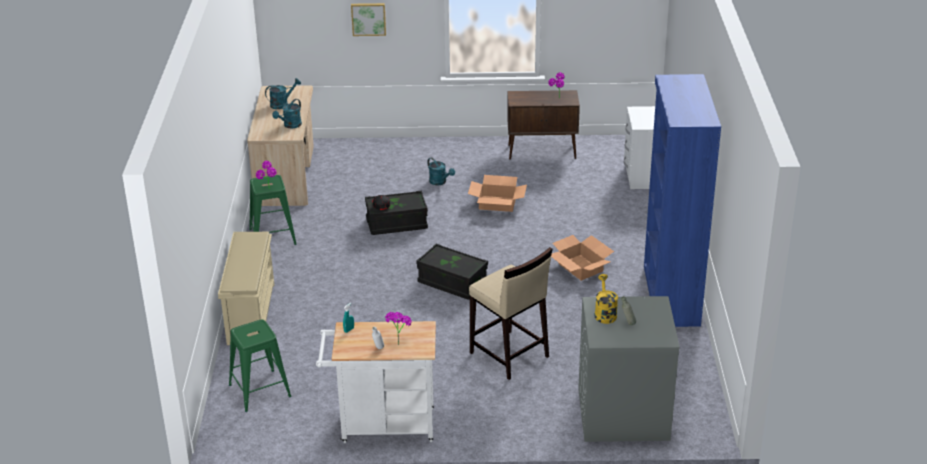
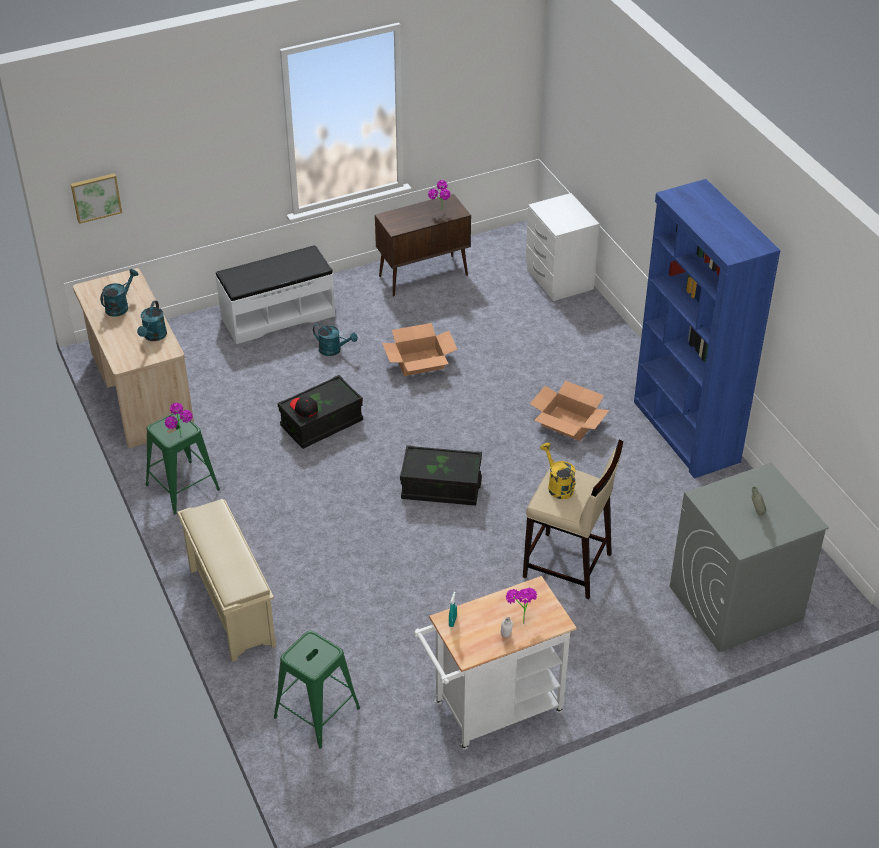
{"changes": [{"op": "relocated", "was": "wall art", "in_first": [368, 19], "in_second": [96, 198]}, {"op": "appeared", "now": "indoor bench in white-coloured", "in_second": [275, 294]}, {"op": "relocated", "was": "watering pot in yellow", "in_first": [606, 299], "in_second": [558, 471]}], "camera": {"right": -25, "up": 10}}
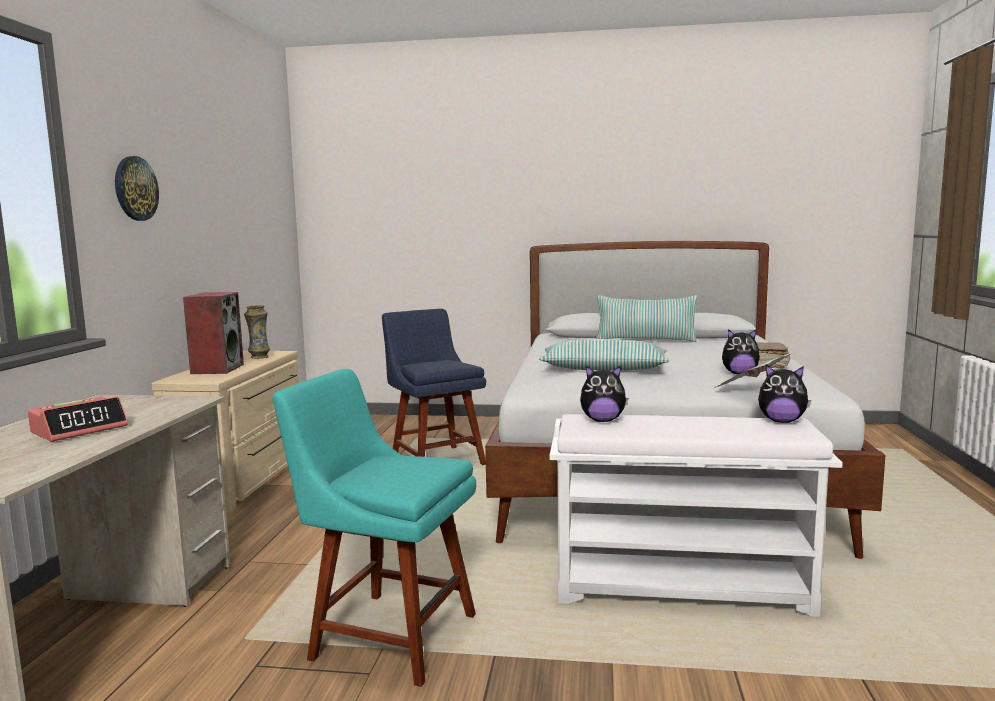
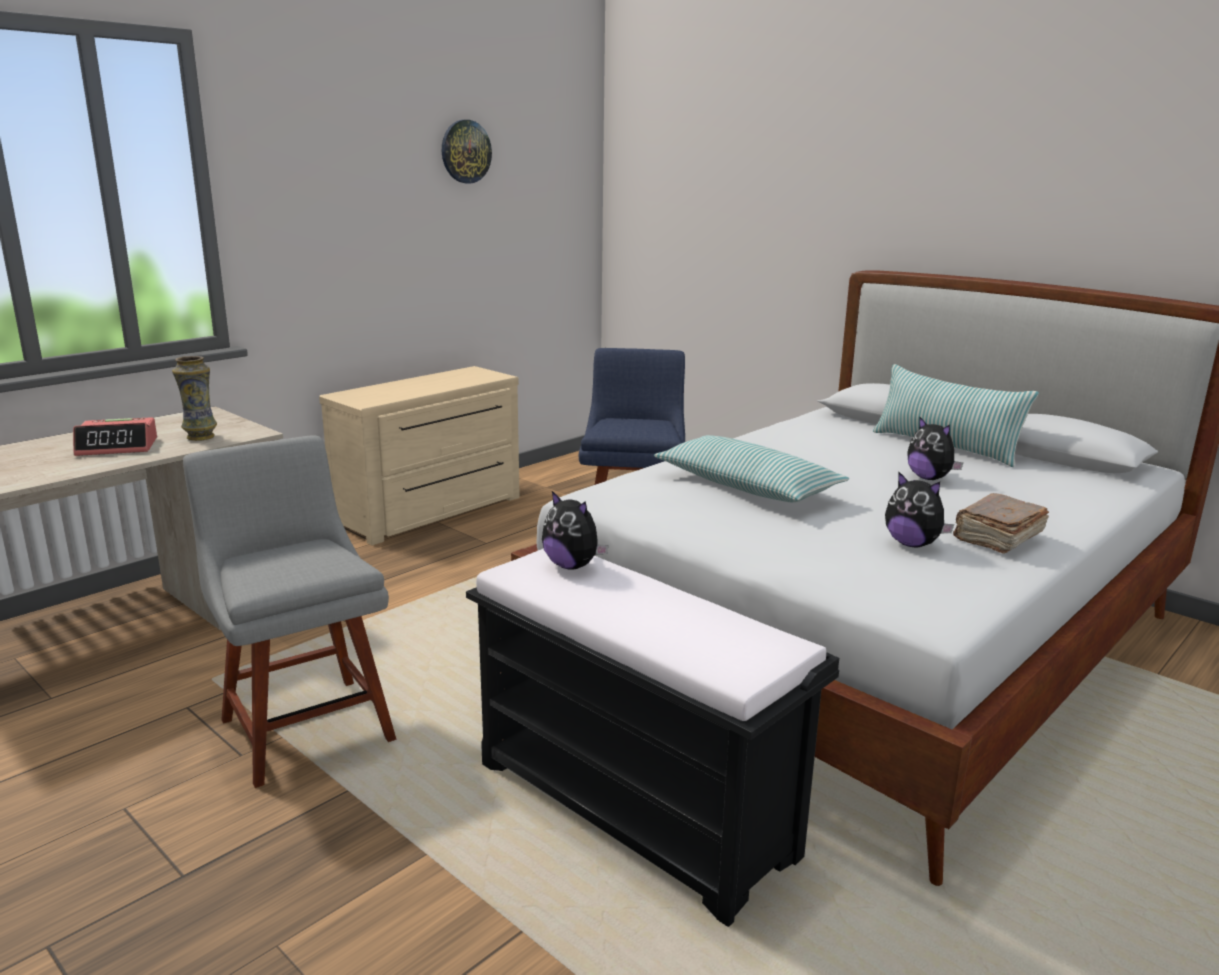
{"changes": [{"op": "relocated", "was": "flower vase", "in_first": [257, 332], "in_second": [194, 398]}, {"op": "colour", "was": "upright chair in turquoise", "now": "upright chair in grey", "in_first": [374, 528], "in_second": [289, 611]}, {"op": "relocated", "was": "wall clock", "in_first": [137, 188], "in_second": [467, 151]}, {"op": "colour", "was": "indoor bench in white-coloured", "now": "indoor bench in blackish", "in_first": [696, 515], "in_second": [652, 737]}, {"op": "relocated", "was": "cuddly toy", "in_first": [784, 393], "in_second": [935, 448]}, {"op": "missing", "was": "audio speaker", "in_first": [213, 333]}, {"op": "missing", "was": "newspaper", "in_first": [753, 369]}], "camera": {"right": 35, "up": 10}}
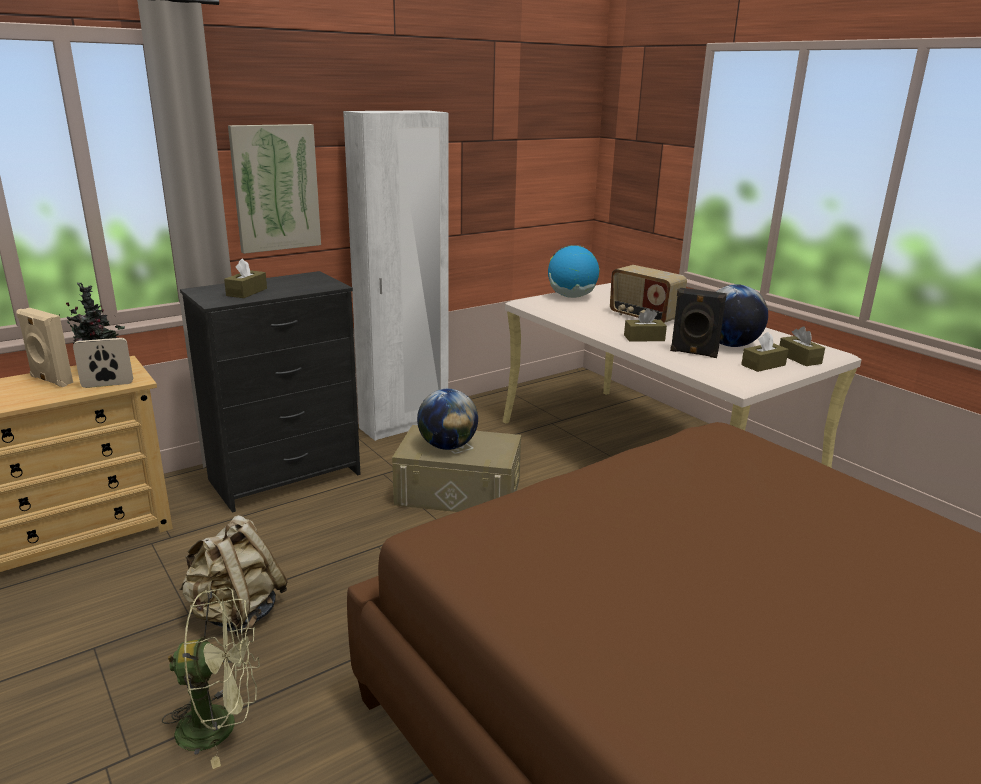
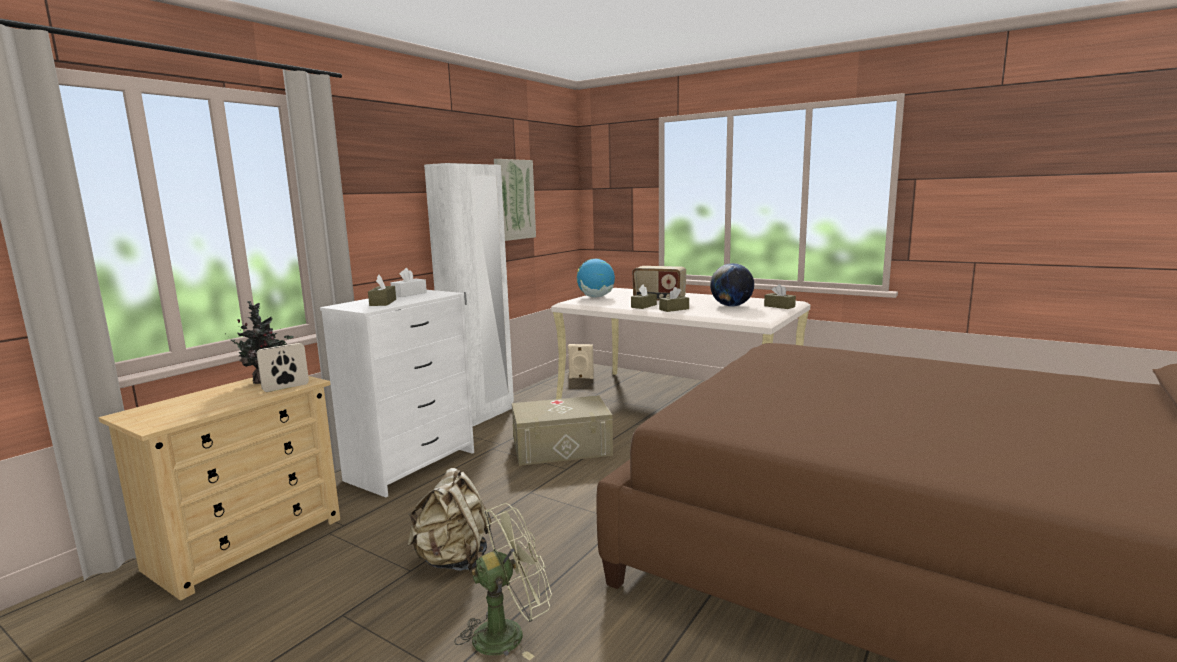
{"changes": [{"op": "colour", "was": "dresser in blackish", "now": "dresser in white-coloured", "in_first": [270, 391], "in_second": [397, 393]}, {"op": "appeared", "now": "box of tissues in white-coloured", "in_second": [409, 282]}, {"op": "relocated", "was": "wall art", "in_first": [274, 189], "in_second": [515, 200]}, {"op": "relocated", "was": "audio speaker in beige", "in_first": [44, 347], "in_second": [581, 361]}, {"op": "relocated", "was": "box of tissues in brown-coloured", "in_first": [765, 352], "in_second": [644, 297]}, {"op": "missing", "was": "globe", "in_first": [447, 419]}, {"op": "missing", "was": "audio speaker in blackish", "in_first": [698, 323]}], "camera": {"right": -20, "up": -10}}
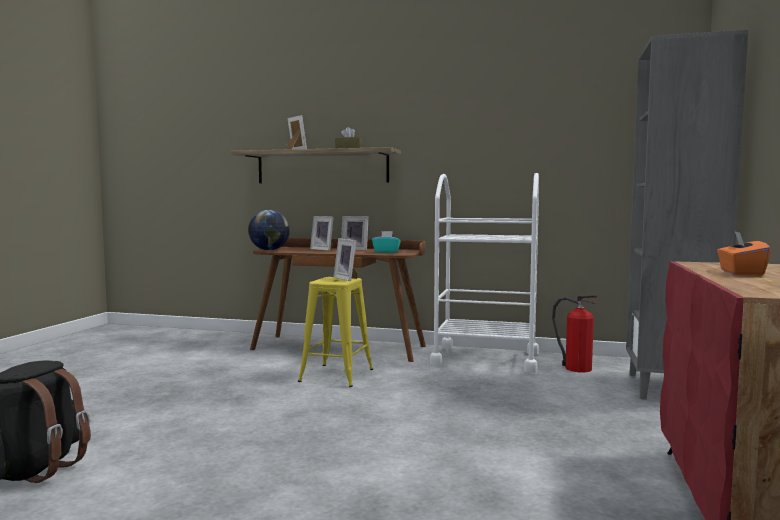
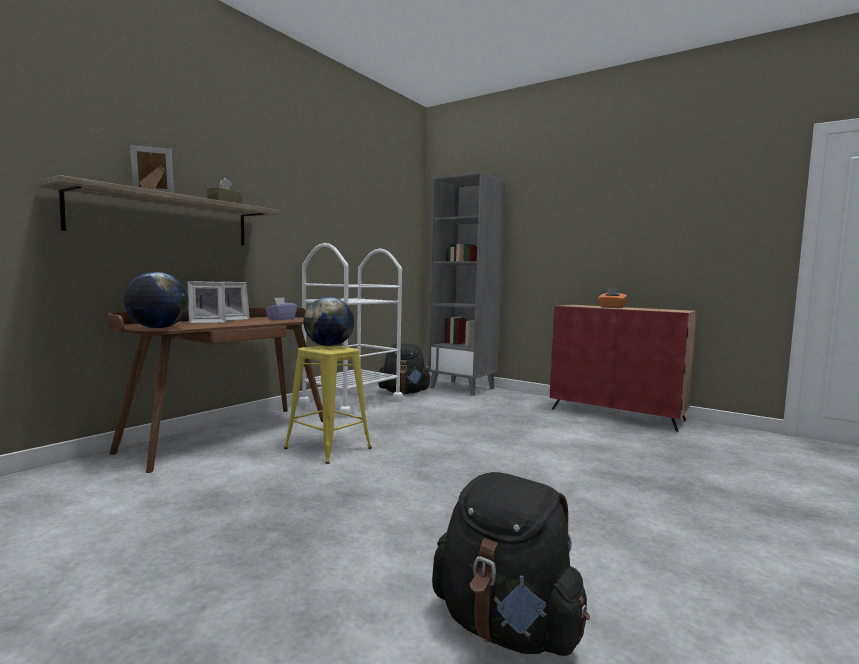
{"changes": [{"op": "colour", "was": "box of tissues in turquoise", "now": "box of tissues in purplish", "in_first": [386, 242], "in_second": [281, 308]}, {"op": "exchanged", "was": "picture frame", "now": "globe", "in_first": [346, 259], "in_second": [329, 322]}, {"op": "exchanged", "was": "fire-fighting cylinder", "now": "knapsack in blackish", "in_first": [574, 334], "in_second": [405, 369]}], "camera": {"right": -70, "up": 0}}
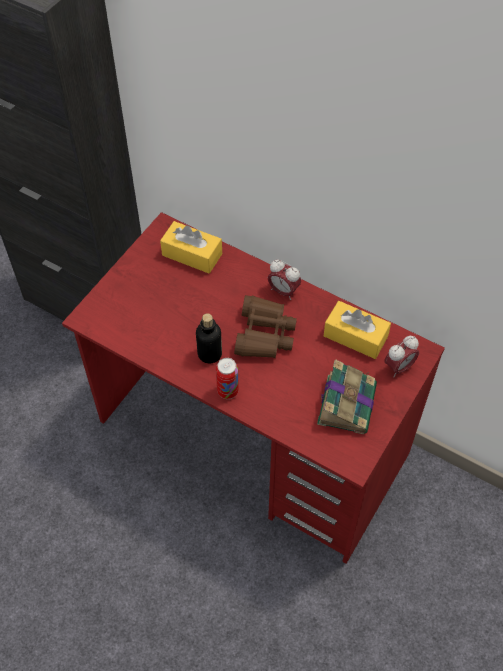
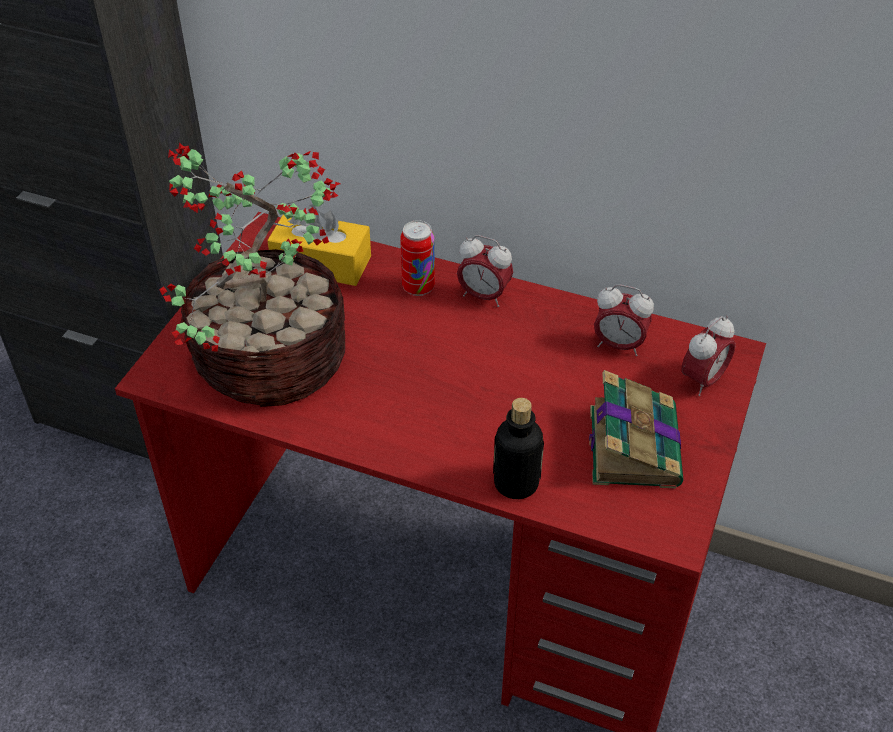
{"changes": [{"op": "appeared", "now": "plant in a pot", "in_second": [252, 275]}, {"op": "relocated", "was": "can", "in_first": [227, 378], "in_second": [417, 258]}, {"op": "relocated", "was": "beverage bottle", "in_first": [209, 338], "in_second": [518, 448]}, {"op": "exchanged", "was": "box of tissues in yellow", "now": "alarm clock", "in_first": [357, 330], "in_second": [624, 320]}, {"op": "missing", "was": "binoculars in brown-coloured", "in_first": [265, 326]}], "camera": {"right": -10, "up": -10}}
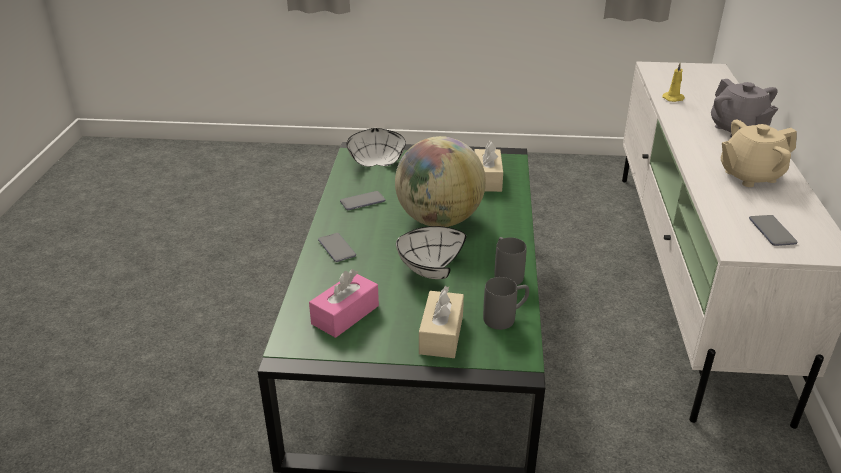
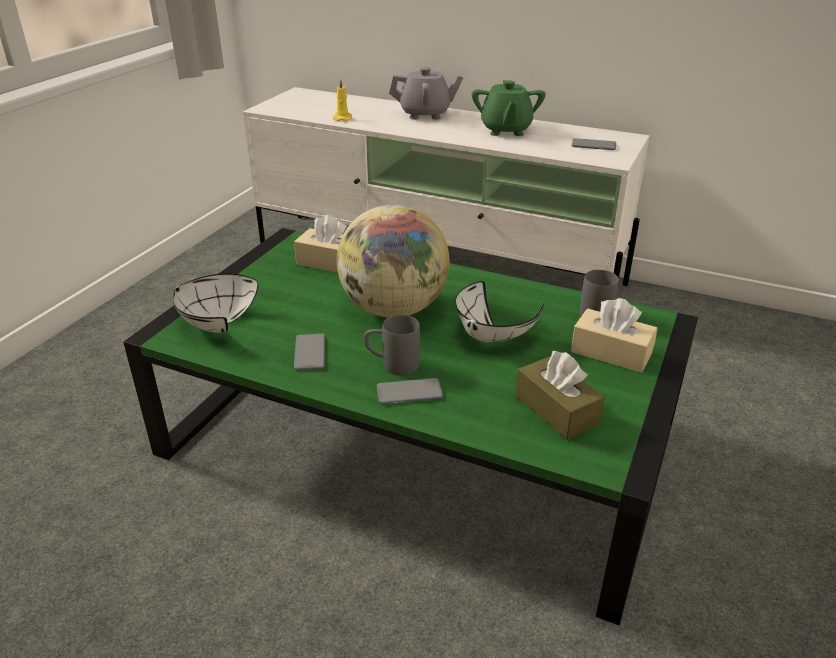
{"changes": [{"op": "relocated", "was": "mug in grey", "in_first": [510, 261], "in_second": [392, 345]}, {"op": "colour", "was": "pot for tea in beige", "now": "pot for tea in green", "in_first": [759, 153], "in_second": [509, 108]}, {"op": "colour", "was": "box of tissues in pinkish", "now": "box of tissues in brown-coloured", "in_first": [344, 303], "in_second": [560, 395]}], "camera": {"right": -70, "up": 0}}
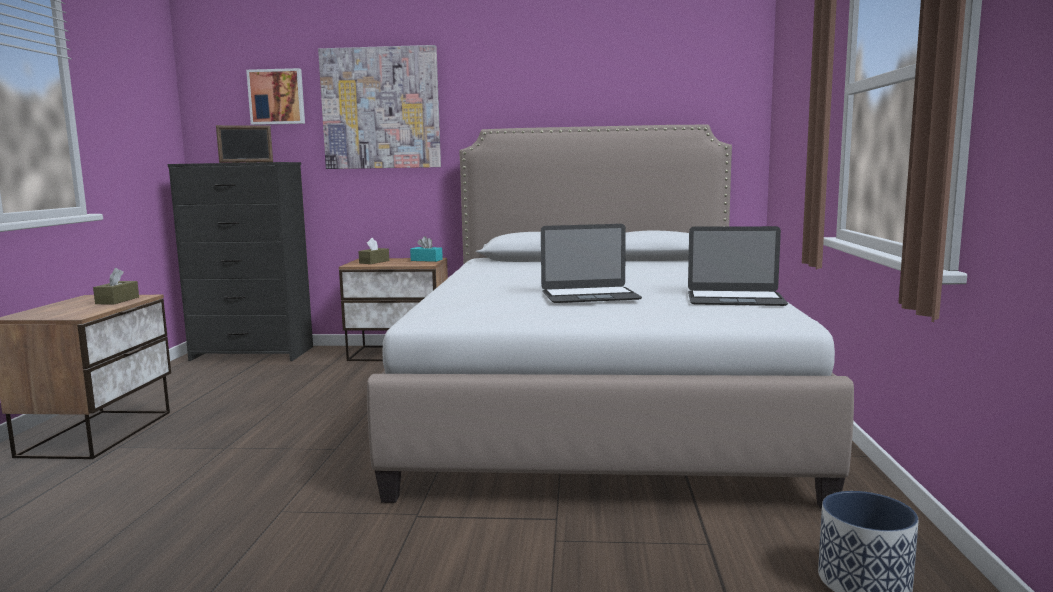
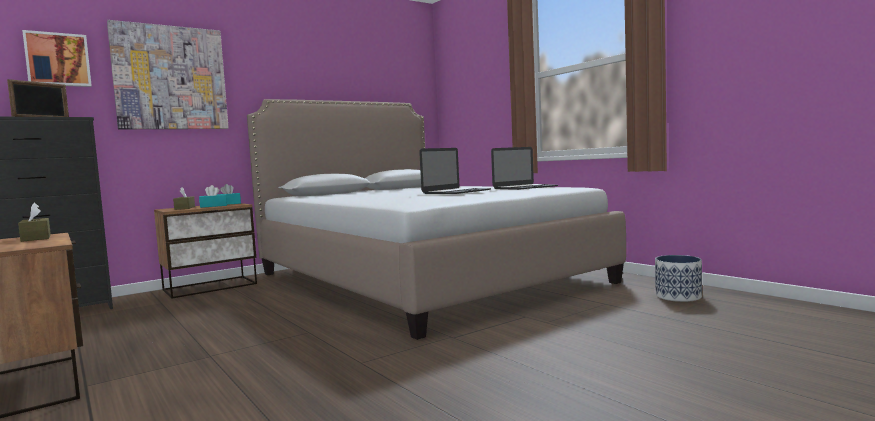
{"changes": [{"op": "appeared", "now": "box of tissues in turquoise", "in_second": [213, 196]}], "camera": {"right": -40, "up": -5}}
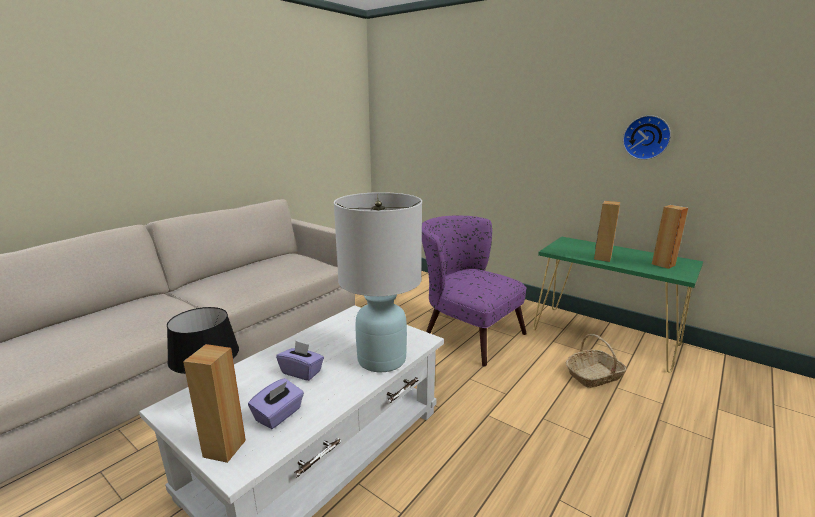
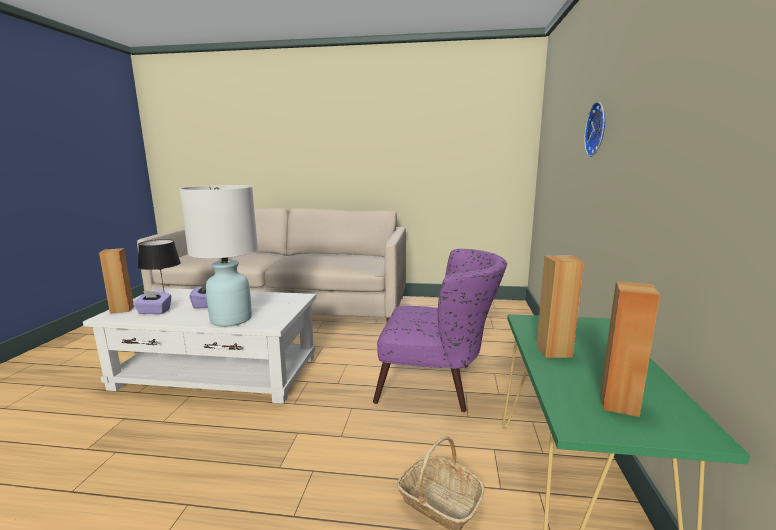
{"changes": [{"op": "spun", "was": "lounge chair in purplish", "in_first": [474, 291], "in_second": [440, 330], "clockwise": 90}, {"op": "relocated", "was": "wall clock", "in_first": [647, 137], "in_second": [594, 129]}], "camera": {"right": 60, "up": -5}}
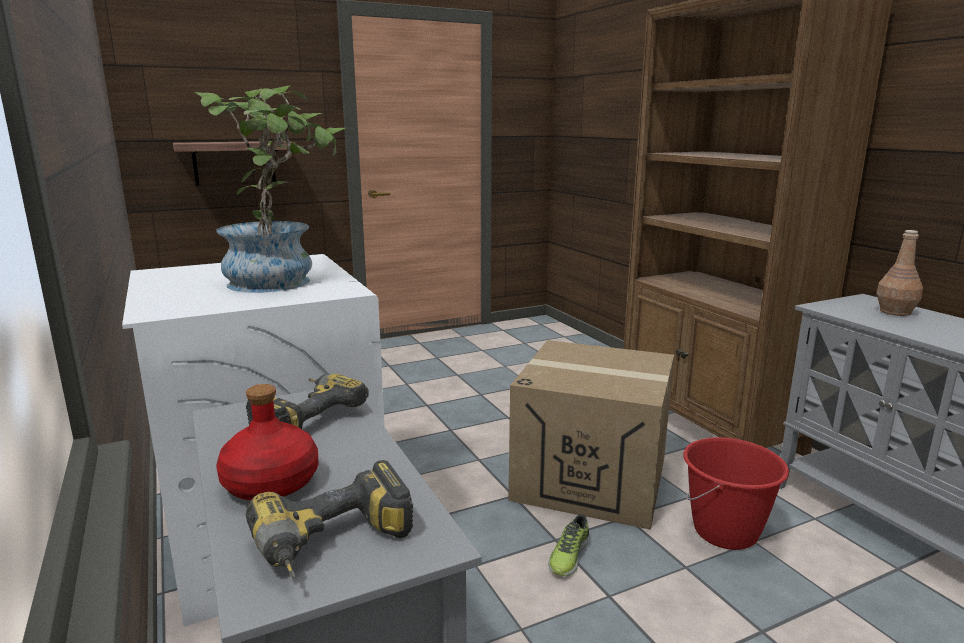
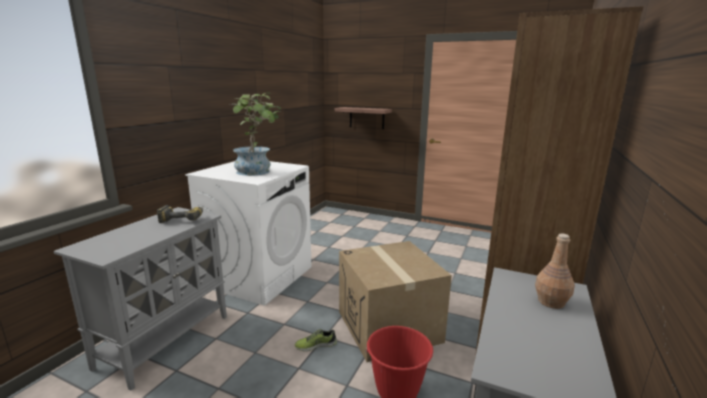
{"changes": [{"op": "missing", "was": "beverage bottle in red-coloured", "in_first": [267, 442]}, {"op": "missing", "was": "drill", "in_first": [329, 519]}], "camera": {"right": 50, "up": 0}}
